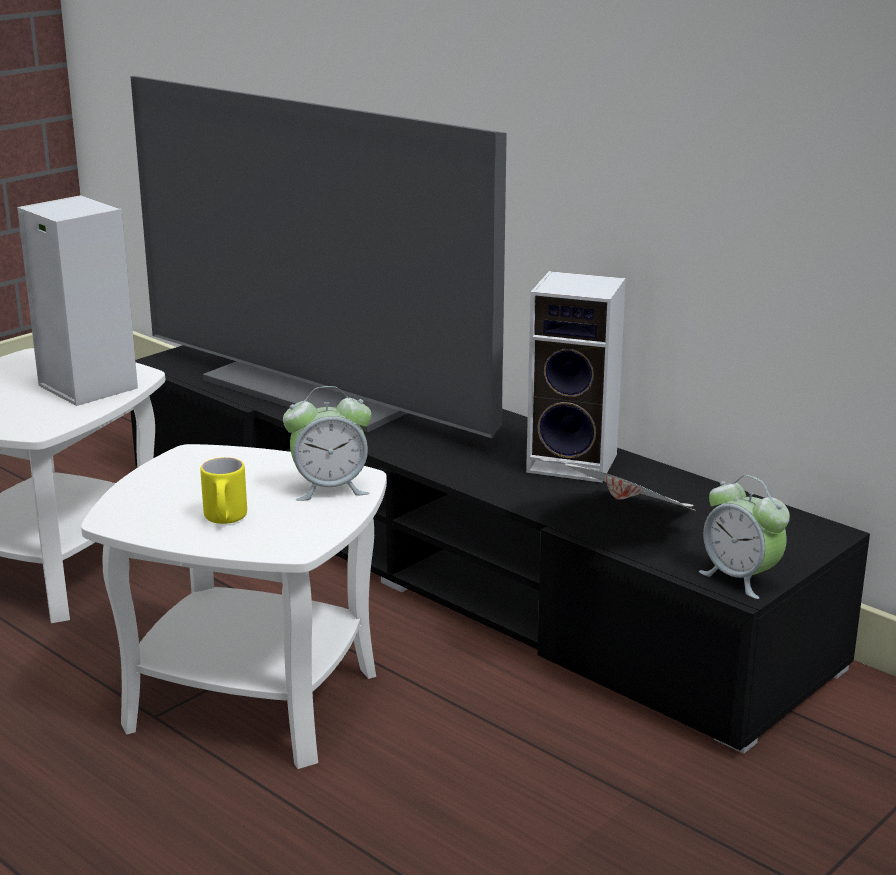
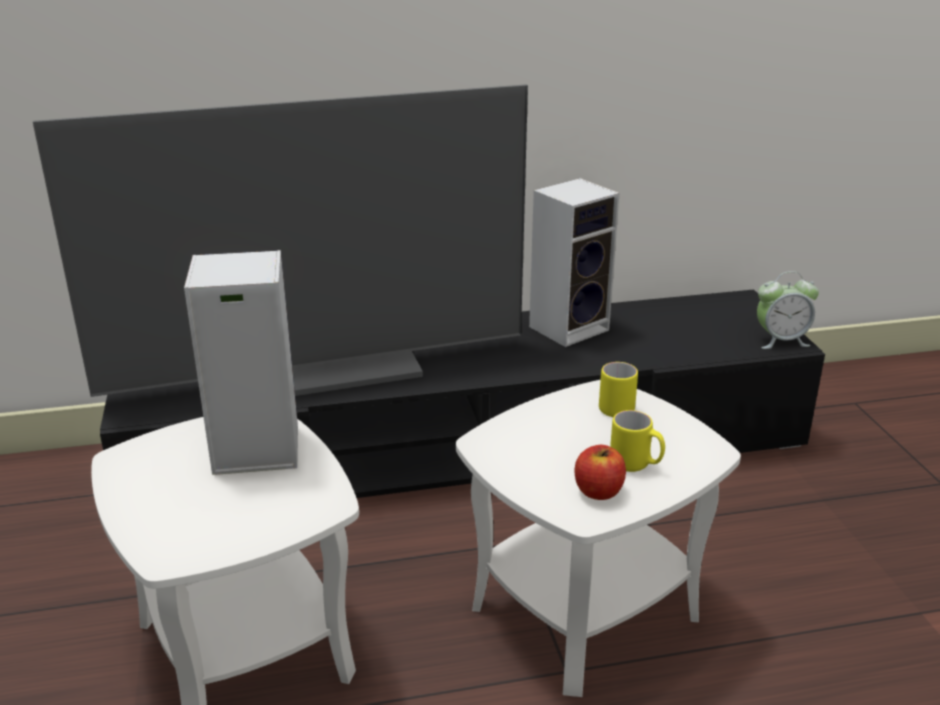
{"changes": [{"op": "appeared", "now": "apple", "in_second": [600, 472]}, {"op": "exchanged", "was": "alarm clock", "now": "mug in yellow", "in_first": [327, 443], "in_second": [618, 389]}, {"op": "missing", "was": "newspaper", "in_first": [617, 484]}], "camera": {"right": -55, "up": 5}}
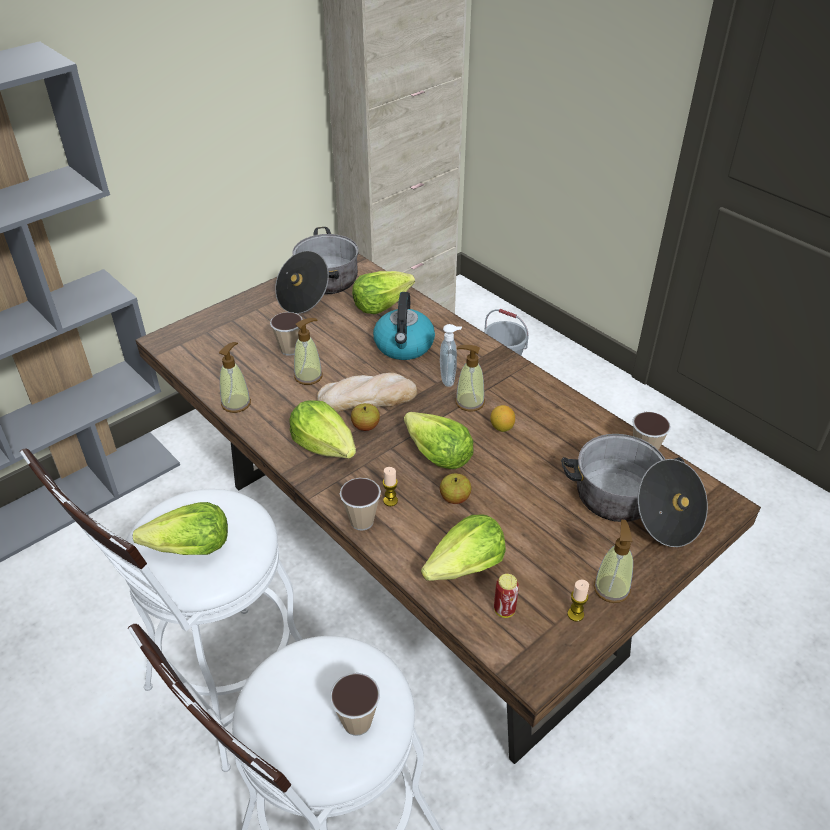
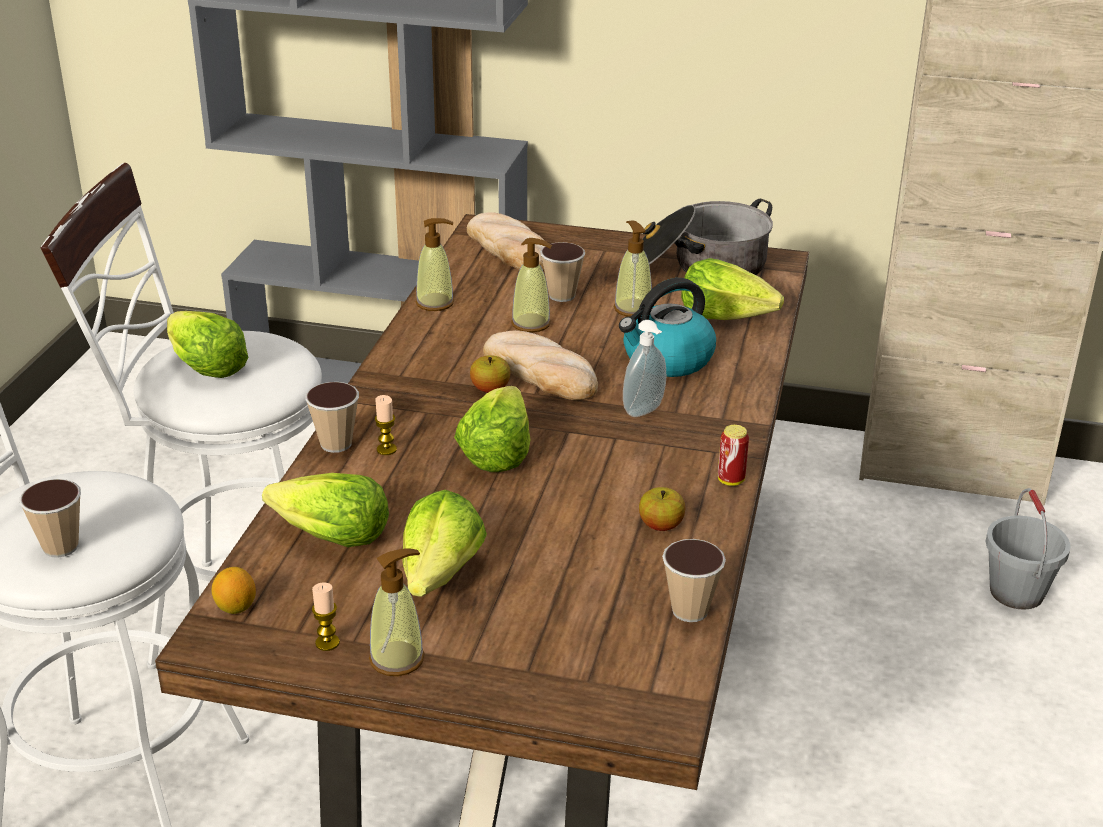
{"changes": [{"op": "relocated", "was": "whole lemon", "in_first": [502, 418], "in_second": [233, 590]}, {"op": "relocated", "was": "head of lettuce", "in_first": [322, 429], "in_second": [445, 543]}, {"op": "appeared", "now": "bread", "in_second": [506, 241]}, {"op": "relocated", "was": "liquid soap bottle", "in_first": [470, 378], "in_second": [633, 268]}, {"op": "relocated", "was": "apple", "in_first": [455, 488], "in_second": [662, 509]}, {"op": "relocated", "was": "can", "in_first": [506, 596], "in_second": [733, 455]}, {"op": "missing", "was": "stockpot", "in_first": [634, 490]}], "camera": {"right": 55, "up": -10}}
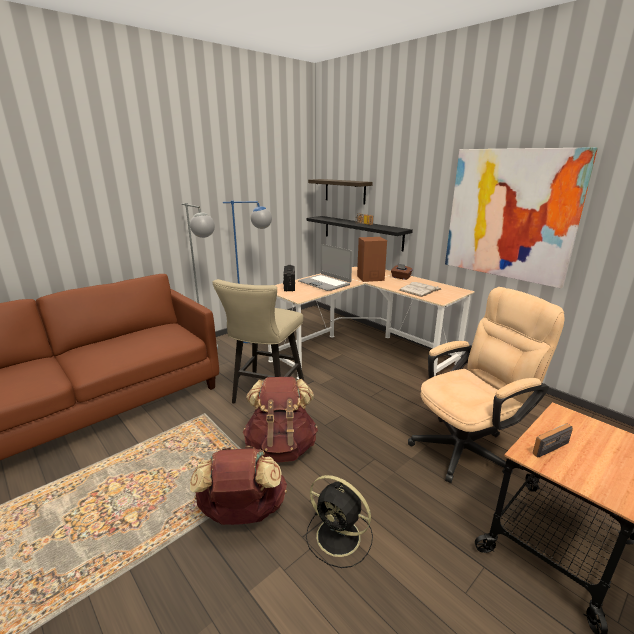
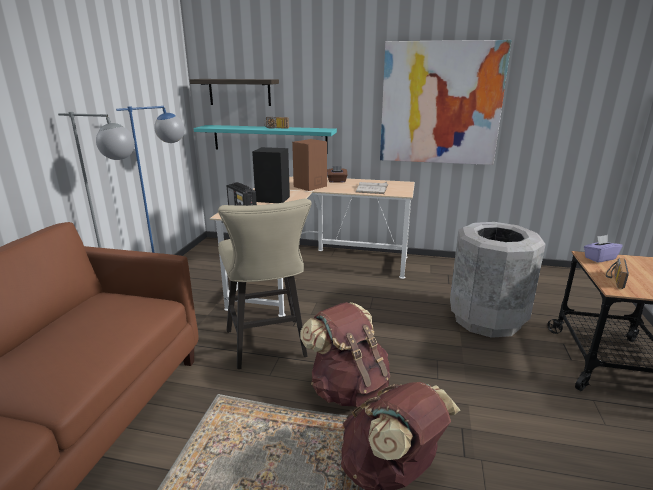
{"changes": [{"op": "colour", "was": "shelf in blackish", "now": "shelf in turquoise", "in_first": [360, 233], "in_second": [265, 139]}, {"op": "exchanged", "was": "portable computer", "now": "audio speaker in blackish", "in_first": [325, 267], "in_second": [271, 175]}, {"op": "exchanged", "was": "computer chair in beige", "now": "trash can in grey", "in_first": [486, 385], "in_second": [498, 280]}, {"op": "appeared", "now": "box of tissues in purplish", "in_second": [603, 249]}, {"op": "missing", "was": "cooling fan in blackish", "in_first": [339, 521]}], "camera": {"right": -35, "up": 0}}
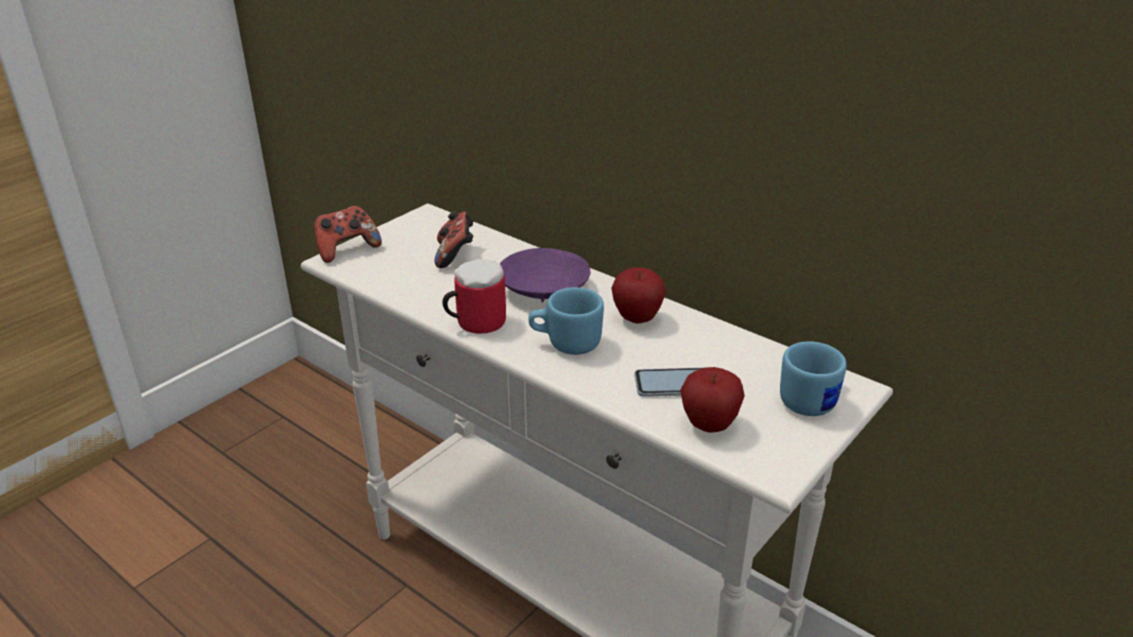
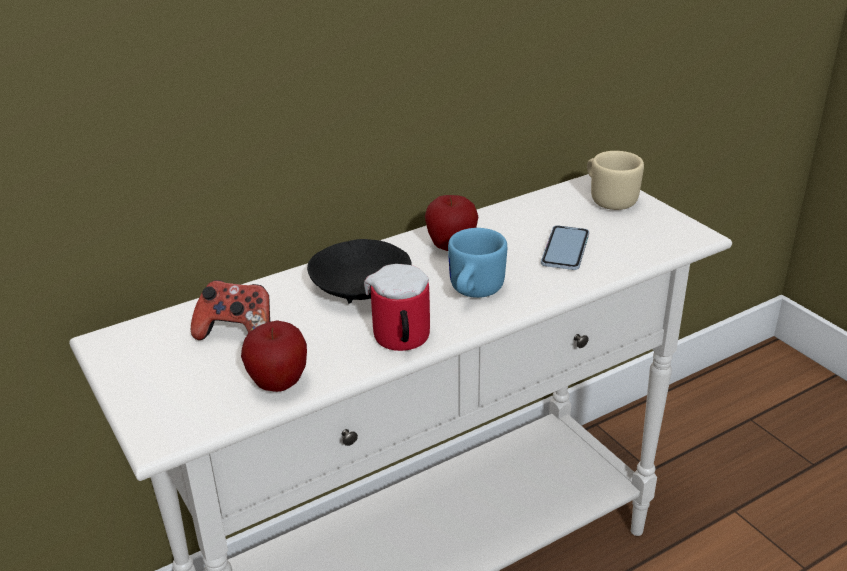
{"changes": [{"op": "relocated", "was": "apple", "in_first": [712, 399], "in_second": [274, 356]}, {"op": "colour", "was": "bowl in purplish", "now": "bowl in blackish", "in_first": [545, 275], "in_second": [359, 271]}, {"op": "colour", "was": "mug in blue-coloured", "now": "mug in beige", "in_first": [813, 378], "in_second": [615, 180]}, {"op": "missing", "was": "game controller", "in_first": [348, 234]}], "camera": {"right": -70, "up": 0}}
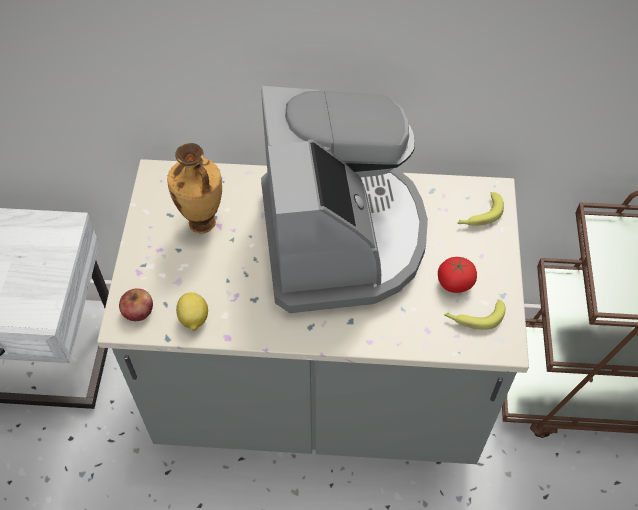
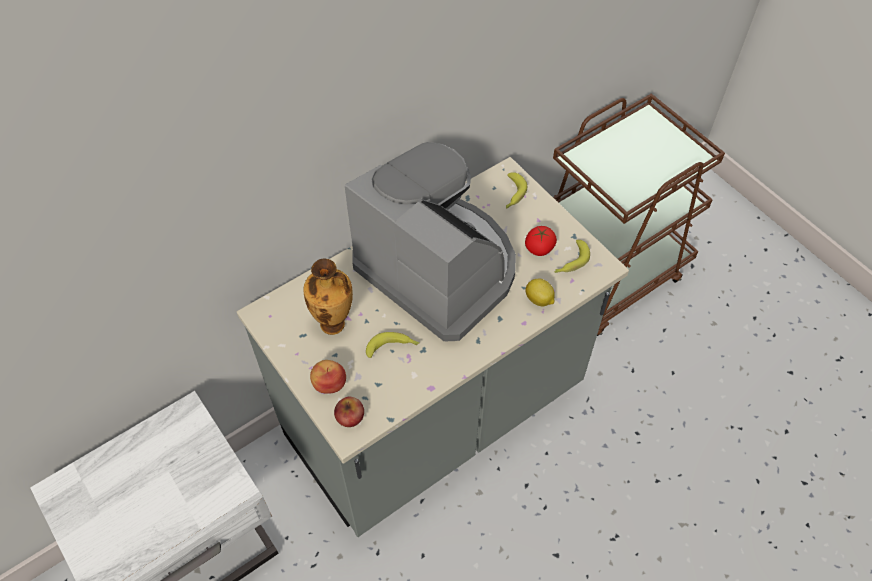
{"changes": [{"op": "appeared", "now": "apple", "in_second": [328, 377]}, {"op": "appeared", "now": "whole banana", "in_second": [393, 345]}, {"op": "relocated", "was": "whole lemon", "in_first": [192, 312], "in_second": [540, 292]}], "camera": {"right": -40, "up": 0}}
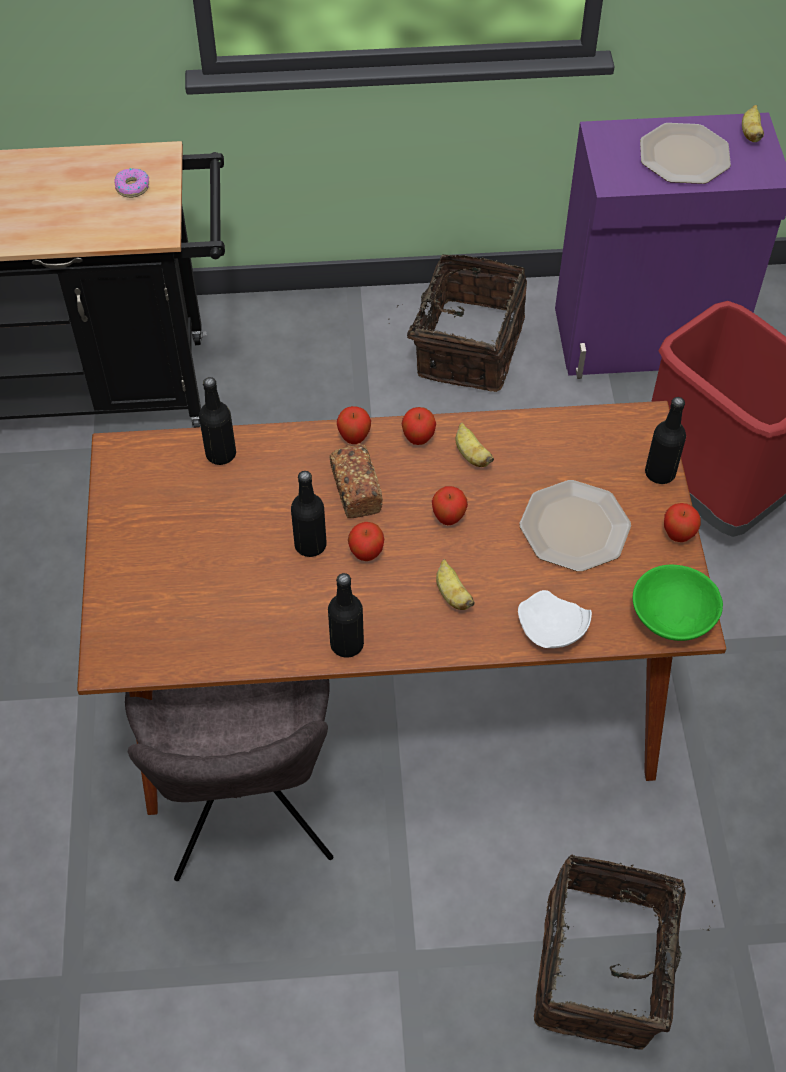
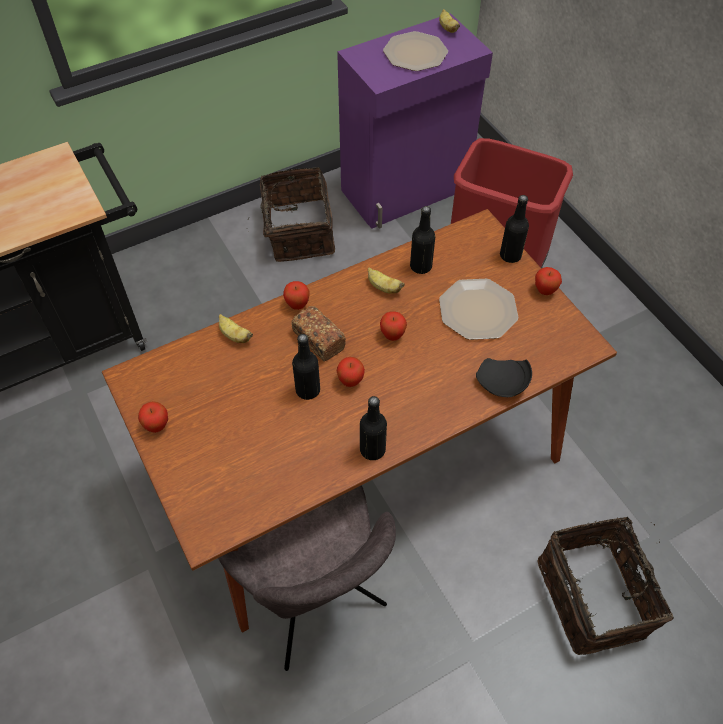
{"changes": [{"op": "relocated", "was": "apple", "in_first": [419, 426], "in_second": [153, 417]}, {"op": "relocated", "was": "whole banana", "in_first": [455, 584], "in_second": [236, 328]}, {"op": "relocated", "was": "beverage bottle in blackish", "in_first": [217, 421], "in_second": [422, 240]}, {"op": "colour", "was": "flat dish in white-coloured", "now": "flat dish in blackish", "in_first": [555, 619], "in_second": [504, 377]}, {"op": "missing", "was": "doughnut", "in_first": [131, 183]}, {"op": "missing", "was": "bowl in green", "in_first": [678, 602]}], "camera": {"right": -25, "up": 0}}
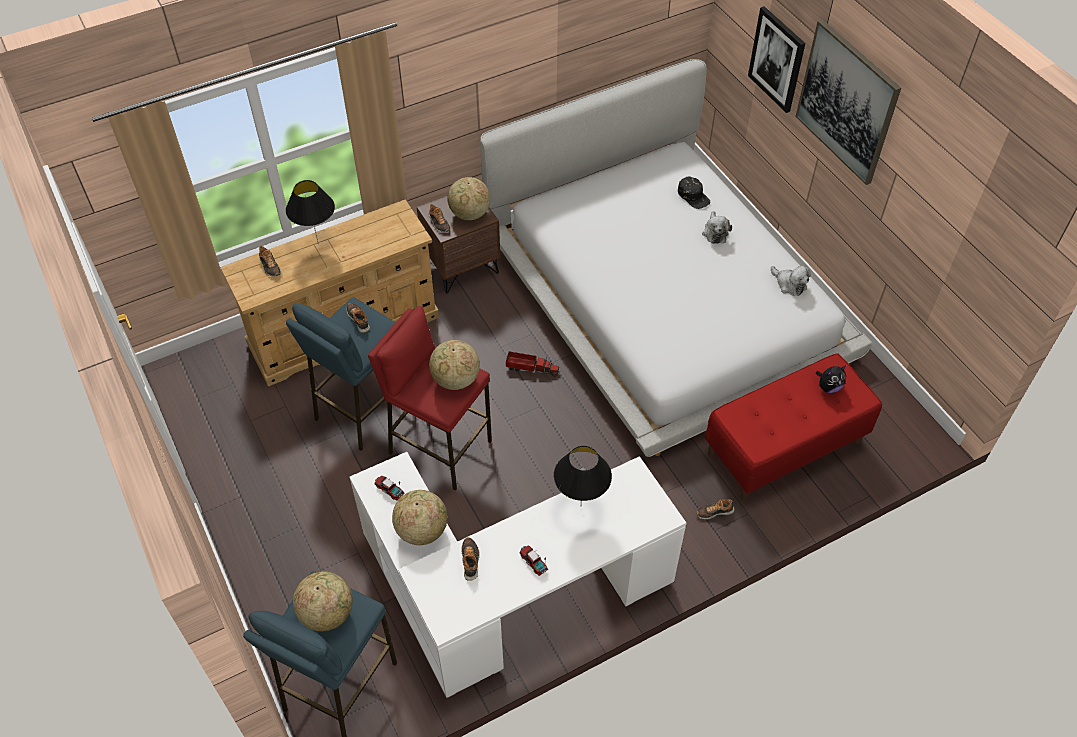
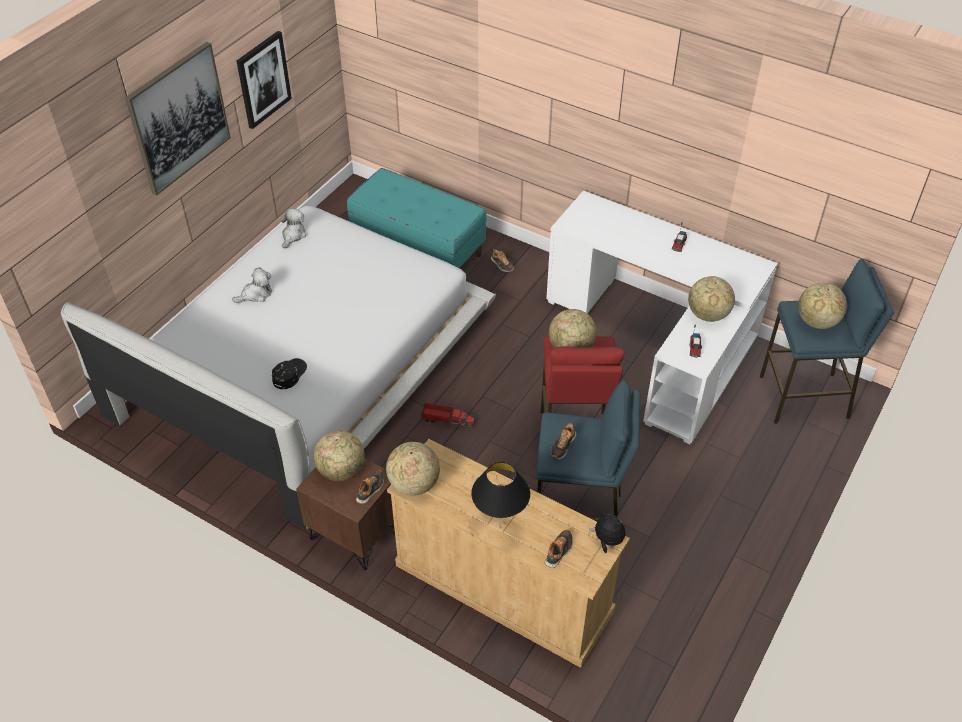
{"changes": [{"op": "relocated", "was": "wall art", "in_first": [776, 59], "in_second": [264, 80]}, {"op": "relocated", "was": "peaked cap in blackish", "in_first": [694, 193], "in_second": [289, 373]}, {"op": "colour", "was": "indoor bench in red-coloured", "now": "indoor bench in turquoise", "in_first": [793, 426], "in_second": [416, 218]}, {"op": "appeared", "now": "globe", "in_second": [413, 469]}, {"op": "spun", "was": "toy lorry", "in_first": [532, 364], "in_second": [448, 415], "clockwise": 120}, {"op": "relocated", "was": "cuddly toy", "in_first": [831, 379], "in_second": [607, 532]}, {"op": "missing", "was": "low shoe", "in_first": [470, 559]}, {"op": "missing", "was": "lamp for a table in blackish", "in_first": [583, 474]}], "camera": {"right": -120, "up": -5}}
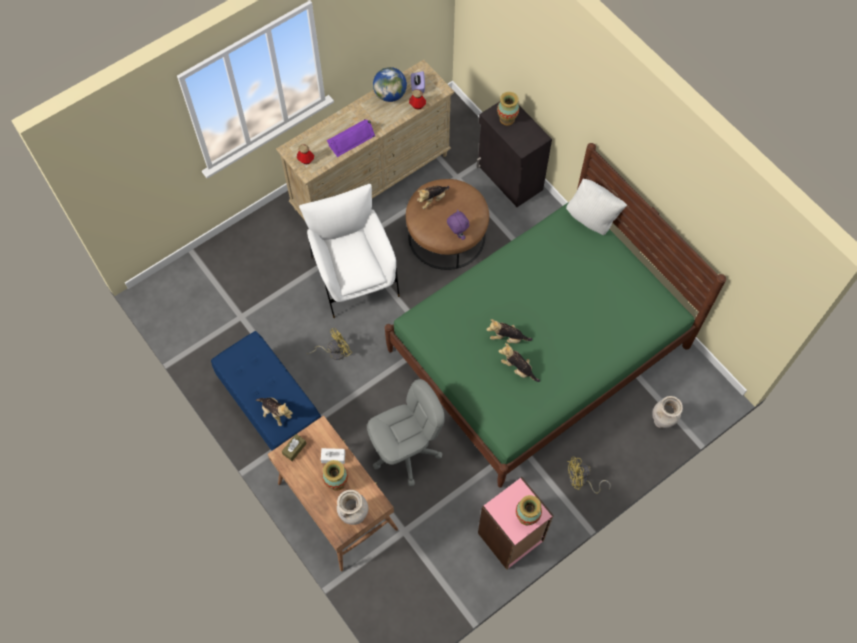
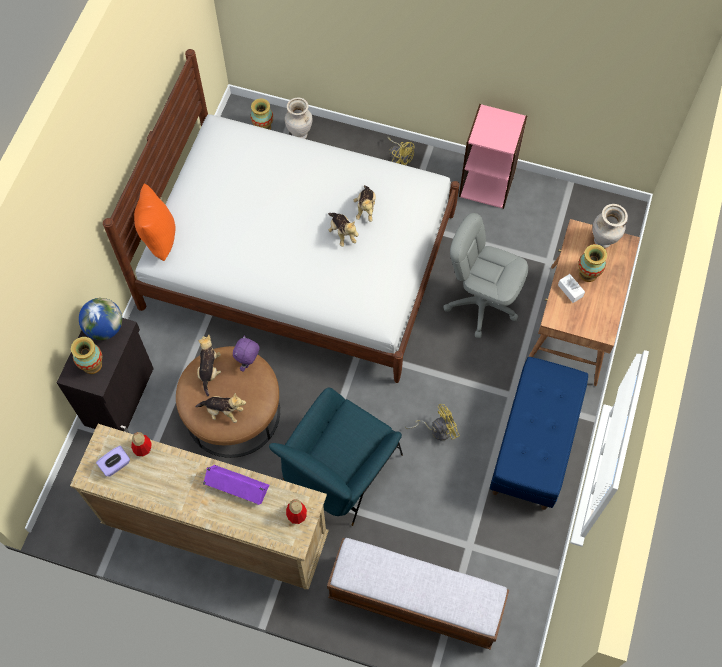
{"changes": [{"op": "relocated", "was": "globe", "in_first": [390, 84], "in_second": [100, 319]}, {"op": "colour", "was": "bed in green", "now": "bed in white-coloured", "in_first": [555, 315], "in_second": [281, 216]}, {"op": "colour", "was": "throw pillow in white-coloured", "now": "throw pillow in orange-coloured", "in_first": [596, 207], "in_second": [154, 222]}, {"op": "relocated", "was": "cuddly toy", "in_first": [274, 412], "in_second": [209, 365]}, {"op": "relocated", "was": "flower vase", "in_first": [529, 510], "in_second": [262, 114]}, {"op": "colour", "was": "lounge chair in white-coloured", "now": "lounge chair in blue-coloured", "in_first": [349, 251], "in_second": [336, 456]}, {"op": "appeared", "now": "indoor bench", "in_second": [418, 594]}, {"op": "spun", "was": "cooling fan in yellow", "in_first": [329, 344], "in_second": [432, 422], "clockwise": 135}, {"op": "missing", "was": "box of tissues in brown-coloured", "in_first": [294, 447]}], "camera": {"right": -125, "up": 0}}
